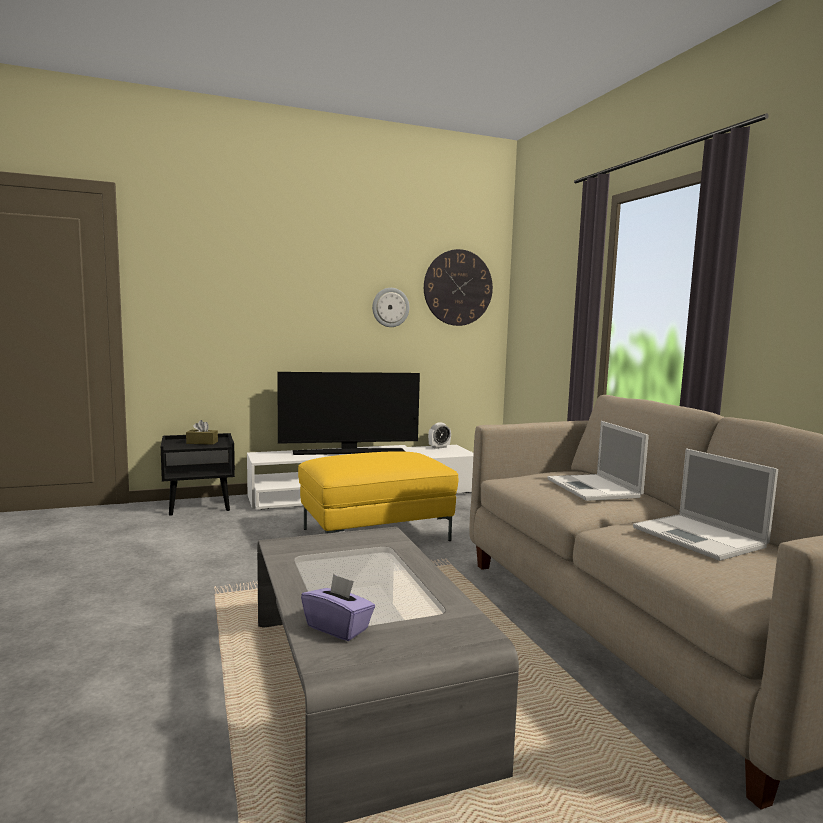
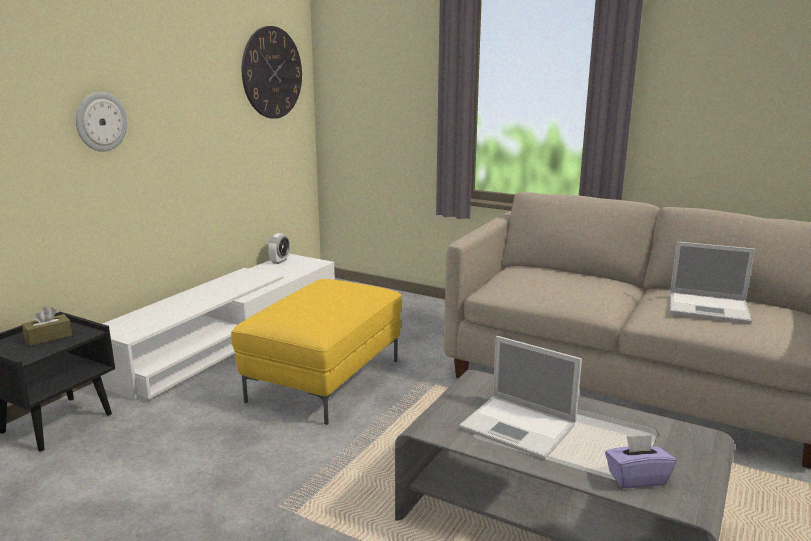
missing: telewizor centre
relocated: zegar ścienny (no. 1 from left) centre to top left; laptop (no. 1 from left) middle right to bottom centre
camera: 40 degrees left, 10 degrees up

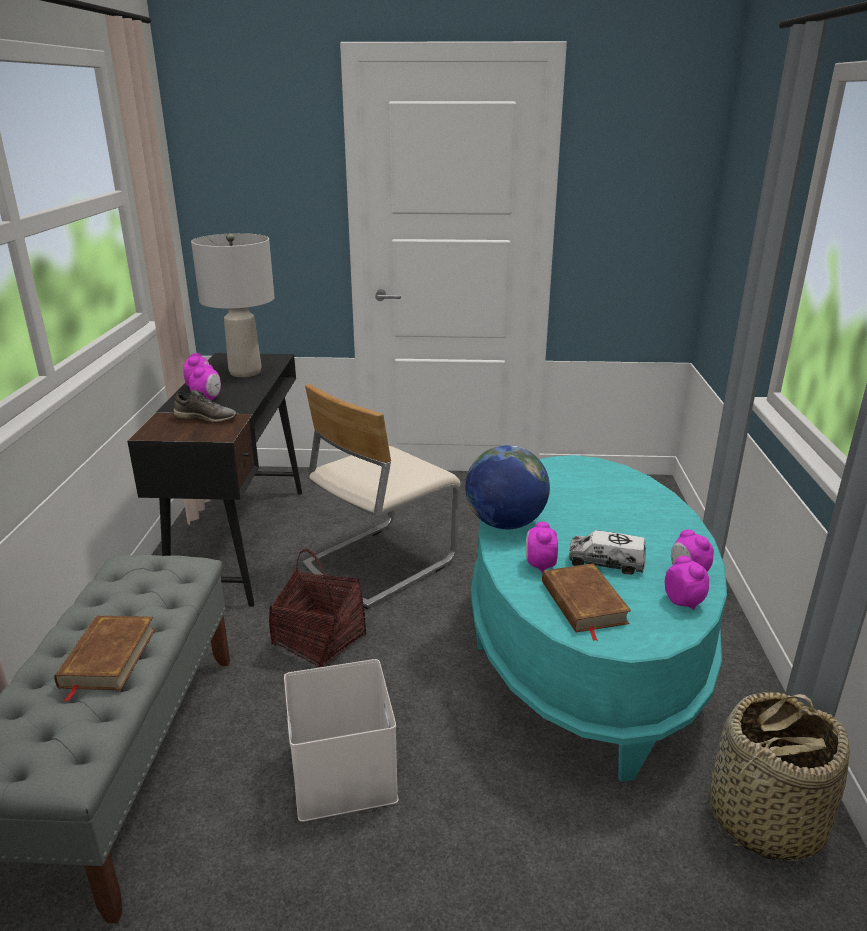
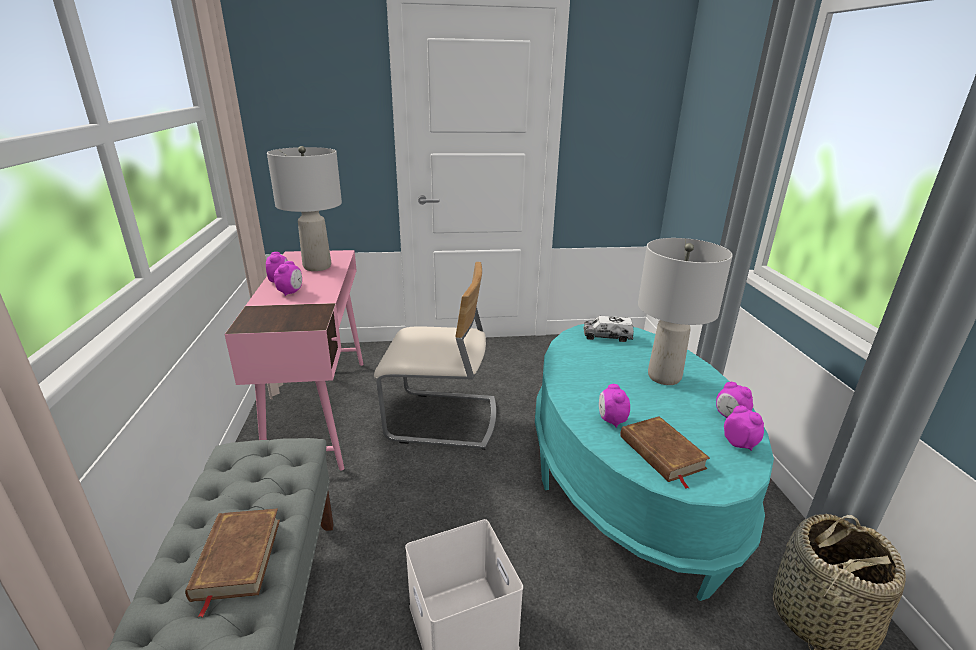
missing: but/szary middle left; globus centre; koszyk (no. 1 from left) centre
appeared: lampa stołowa/szary (no. 2 from left) middle right
relocated: ciężarówka zabawkowa middle right to centre
colour: biurko/czarny middle left to biurko/różowy middle left
spun: krzesło/beżowy centre = centre 120 degrees counterclockwise
camera: 10 degrees left, 0 degrees up

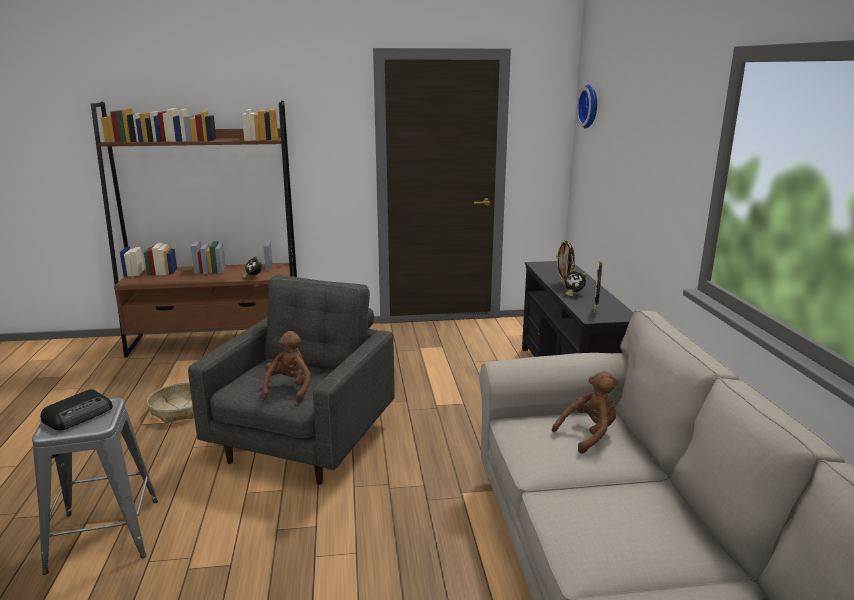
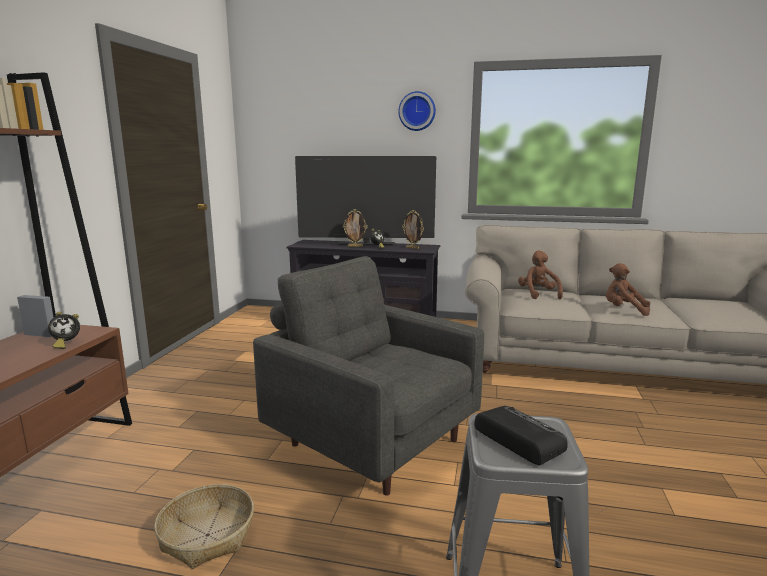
appeared: telewizor centre
relocated: zegar ścienny top right to top centre; pluszak/brązowy (no. 1 from left in the first image) centre to pluszak/brązowy (no. 2 from left) middle right
camera: 70 degrees left, 5 degrees down

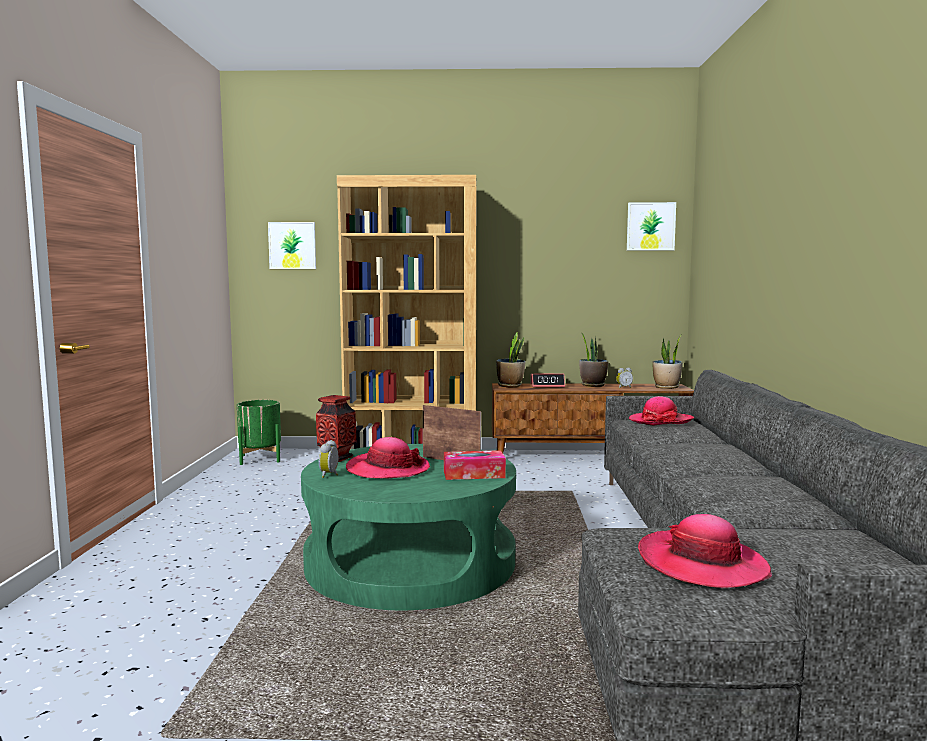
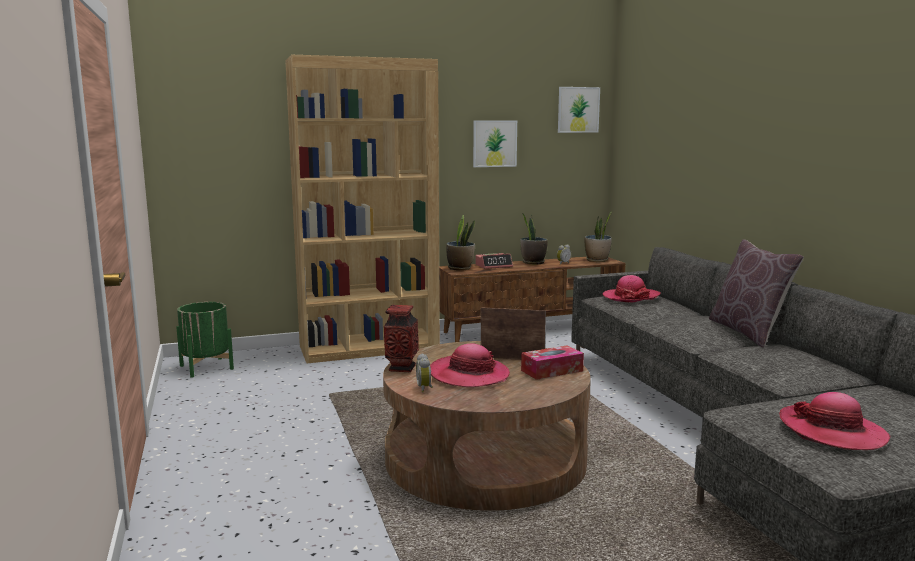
appeared: poduszka/brązowy middle right
relocated: obraz (no. 1 from left) top left to top centre
colour: ława/zielony bottom centre to ława/brązowy bottom centre
camera: 20 degrees left, 5 degrees up

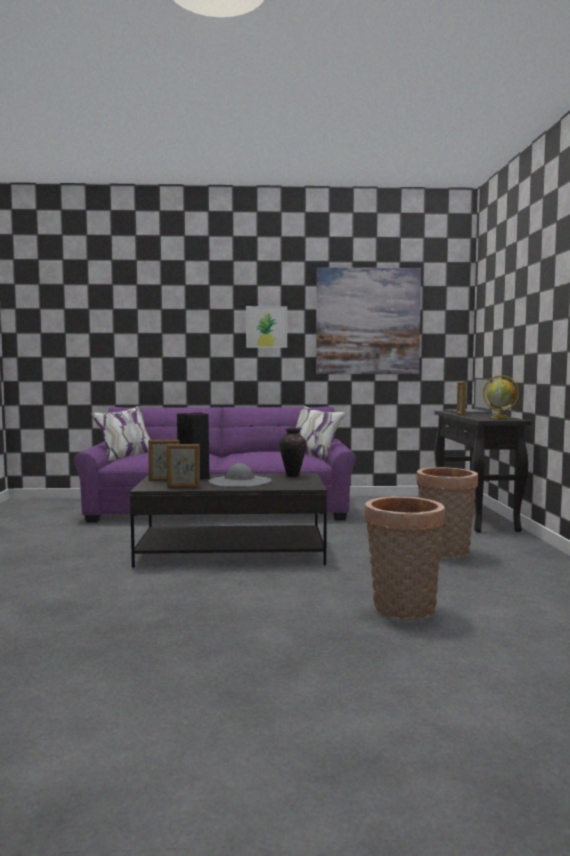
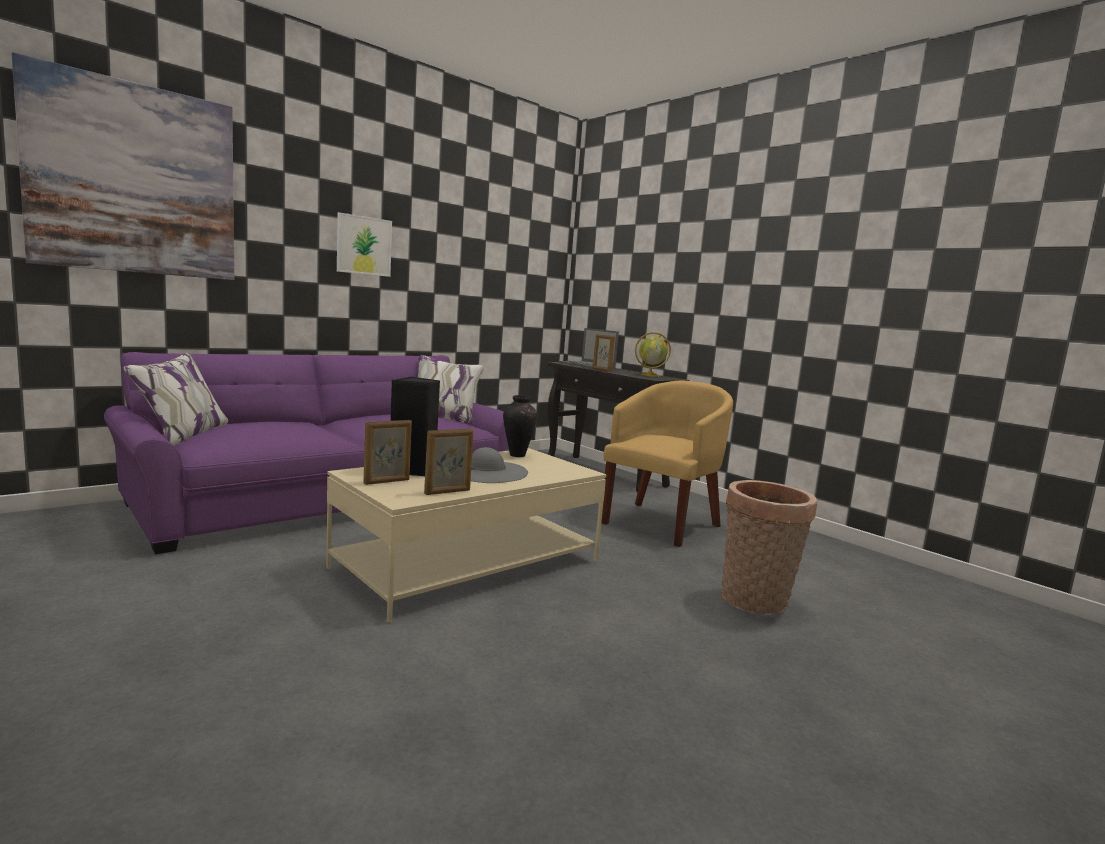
relocated: obraz (no. 2 from left in the first image) centre to obraz (no. 1 from left) top left
exchanged: koszyk (no. 2 from left) middle right to fotel/żółty centre
colour: ława/czarny centre to ława/beżowy centre
camera: 40 degrees left, 5 degrees up

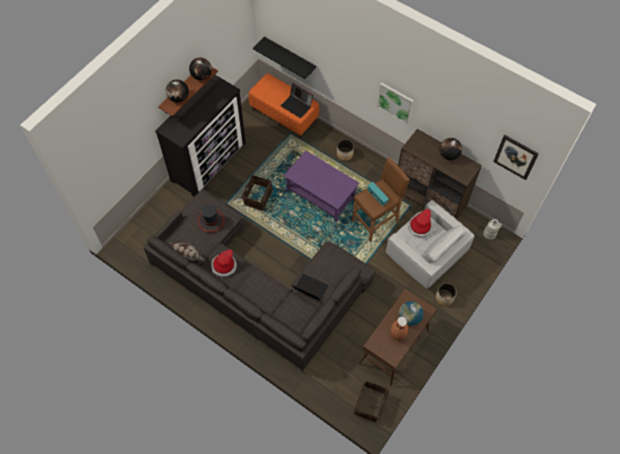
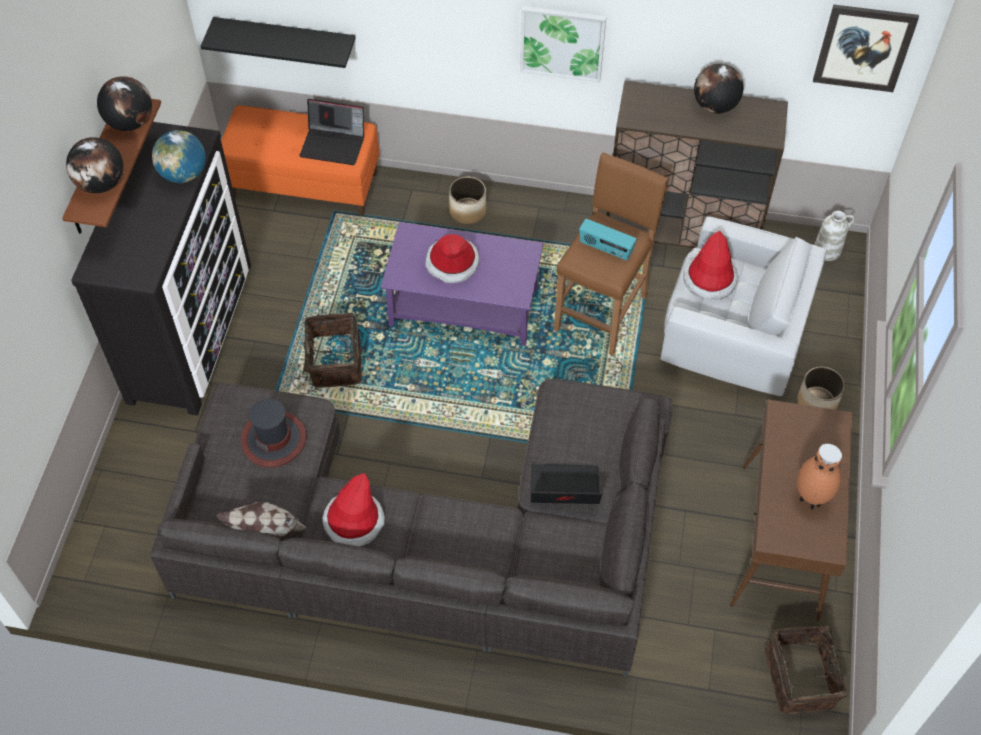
appeared: kapelusz (no. 3 from left) centre
relocated: globus (no. 3 from left) bottom centre to top left
camera: 25 degrees left, 5 degrees down

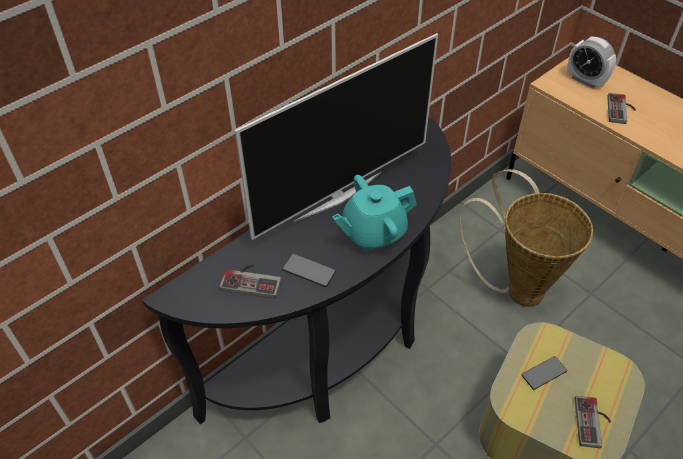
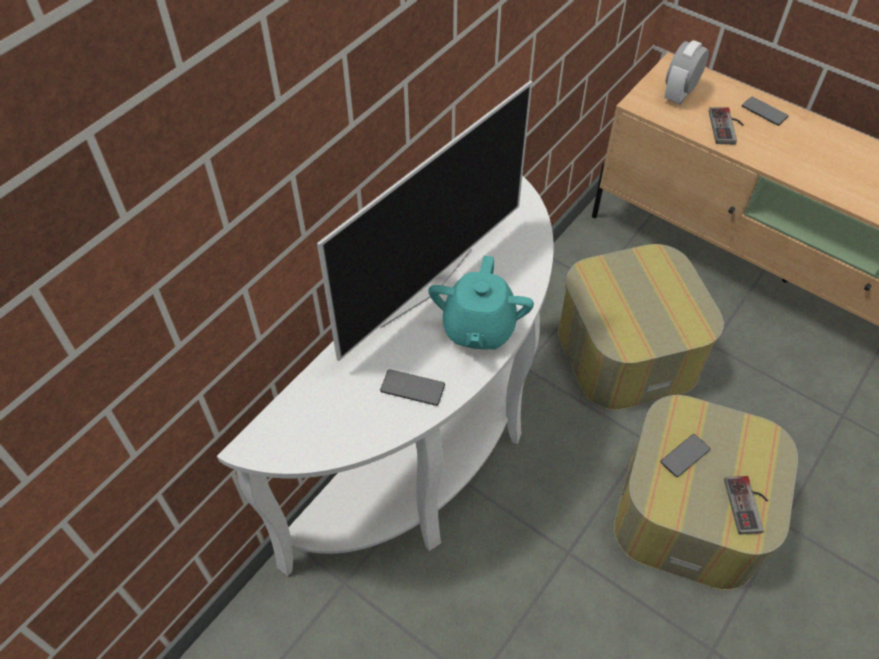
missing: pad do gier (no. 1 from left) centre
appeared: telefon (no. 3 from left) top right
exchanged: koszyk middle right to pufa (no. 1 from left) middle right
colour: stolik konsolowy/czarny centre to stolik konsolowy/biały centre
spun: budzik top right = top right 90 degrees clockwise; imbryk/turkusowy centre = centre 45 degrees counterclockwise
camera: 10 degrees left, 5 degrees up

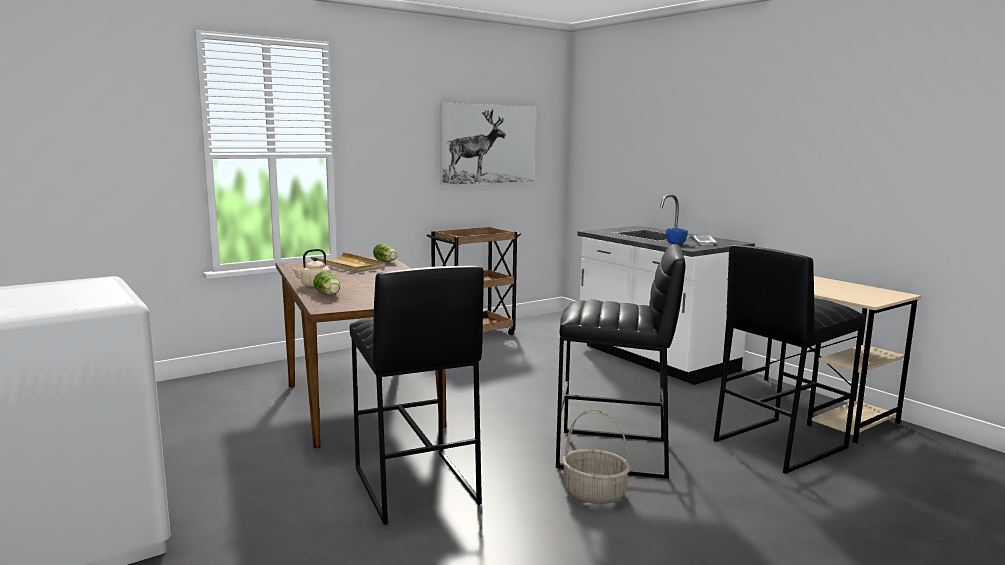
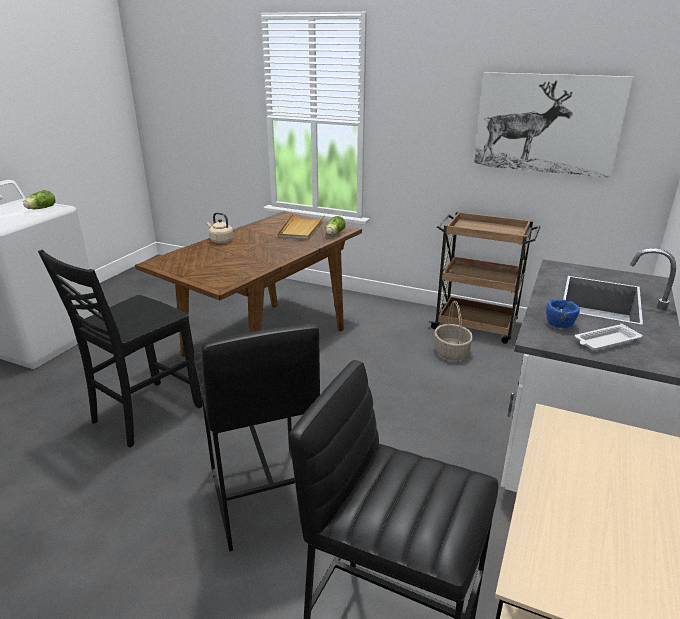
relocated: sałata (no. 1 from left) middle left to top left; koszyk bottom centre to centre
exchanged: stołek/czarny (no. 1 from left) bottom centre to krzesło/czarny middle left
camera: 60 degrees right, 15 degrees up

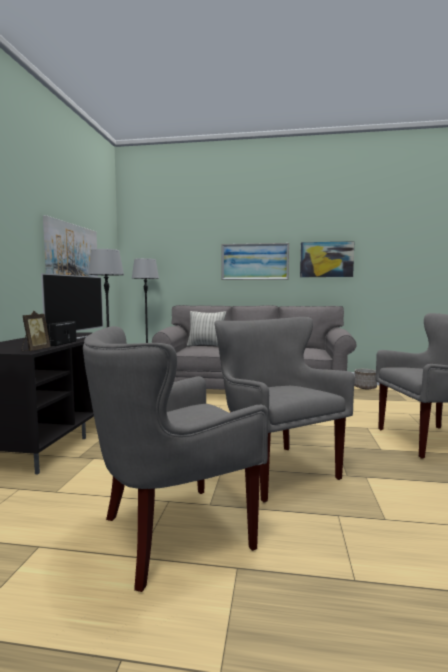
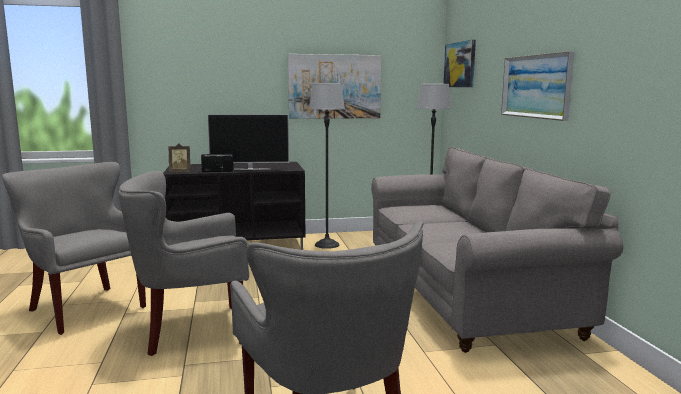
missing: poduszka centre; donica middle right
relocated: obraz (no. 3 from left in the first image) middle right to obraz (no. 2 from left) top right
spun: fotel/szary (no. 2 from left) centre = bottom left 150 degrees counterclockwise
camera: 70 degrees right, 5 degrees up

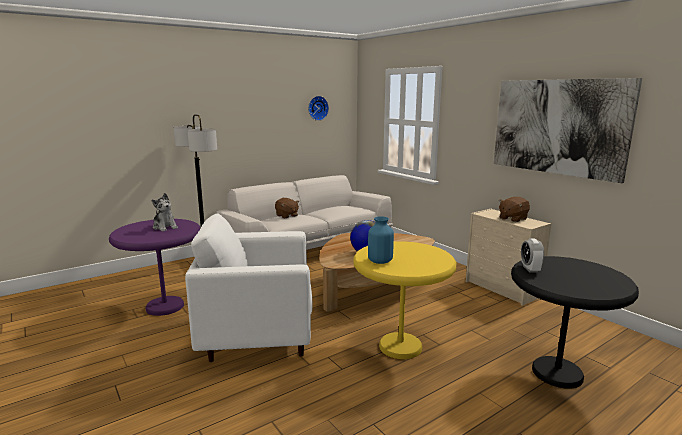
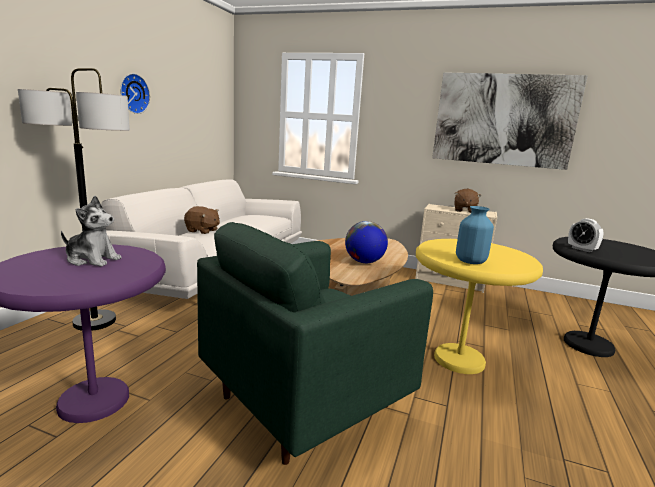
relocated: zegar ścienny top centre to top left
colour: fotel/biały centre to fotel/zielony bottom centre
camera: 35 degrees left, 0 degrees up

